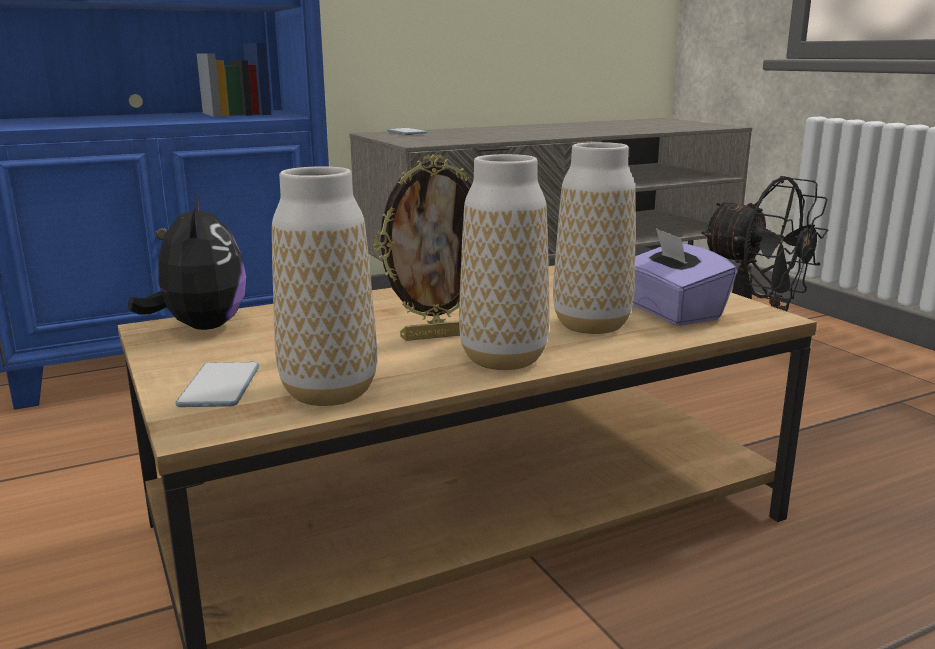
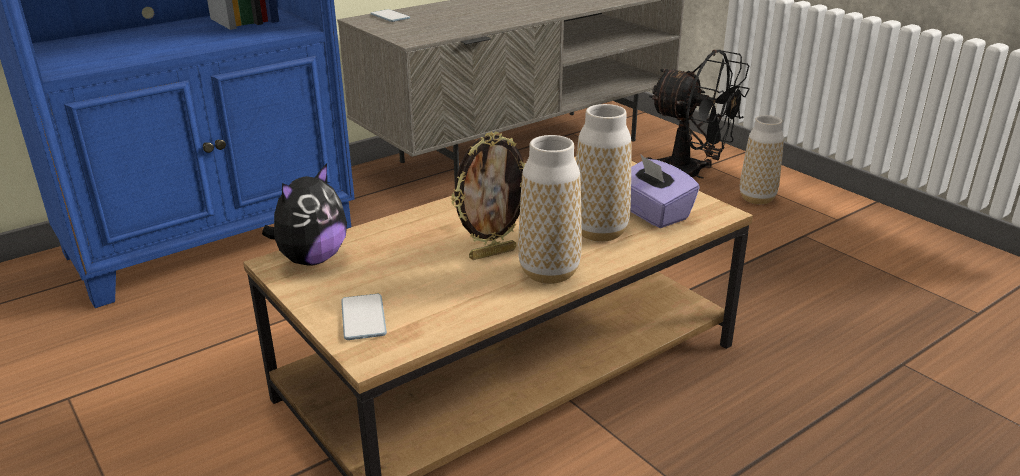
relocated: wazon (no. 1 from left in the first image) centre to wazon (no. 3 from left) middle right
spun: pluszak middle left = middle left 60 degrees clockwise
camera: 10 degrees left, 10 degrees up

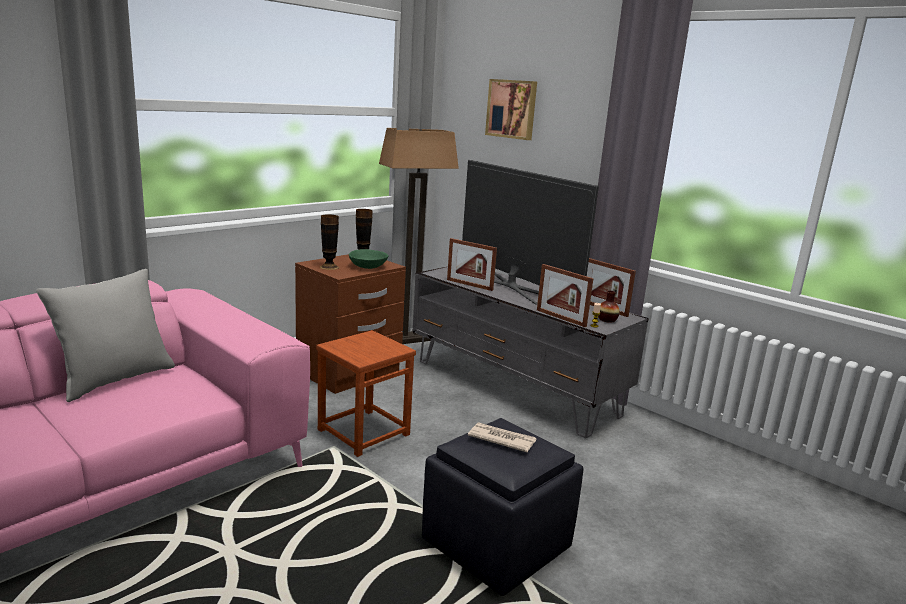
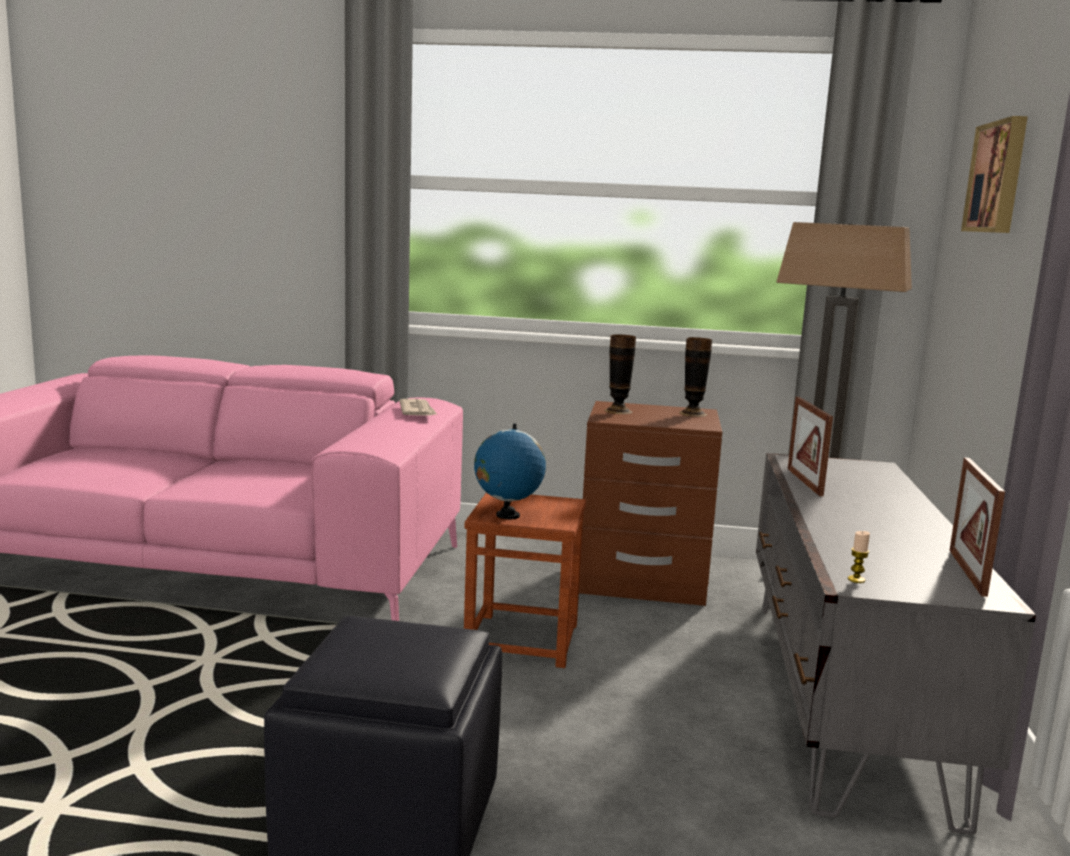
missing: telewizor centre; miska/zielony centre; ramka na zdjęcie (no. 2 from left) centre; poduszka/szary middle left; wazon (no. 3 from left) middle right
appeared: globus centre
relocated: gazeta bottom centre to centre
camera: 55 degrees right, 5 degrees down

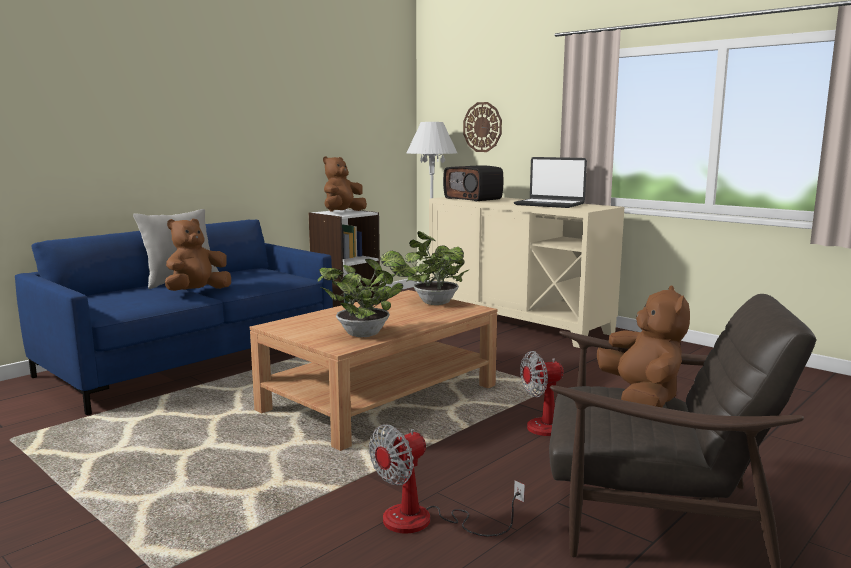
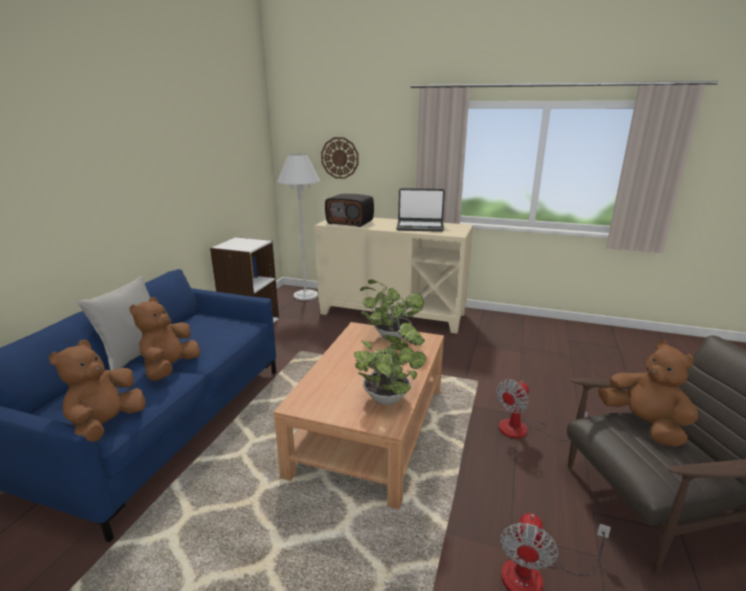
relocated: pluszak/brązowy (no. 2 from left in the first image) top centre to pluszak/brązowy (no. 1 from left) middle left
camera: 25 degrees left, 10 degrees up

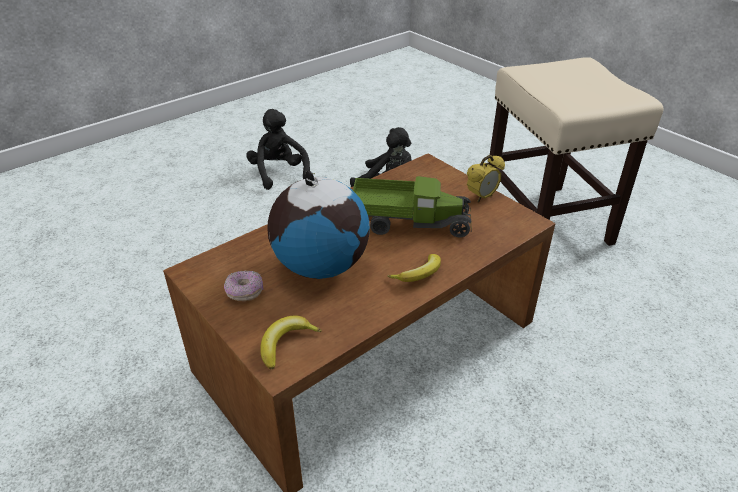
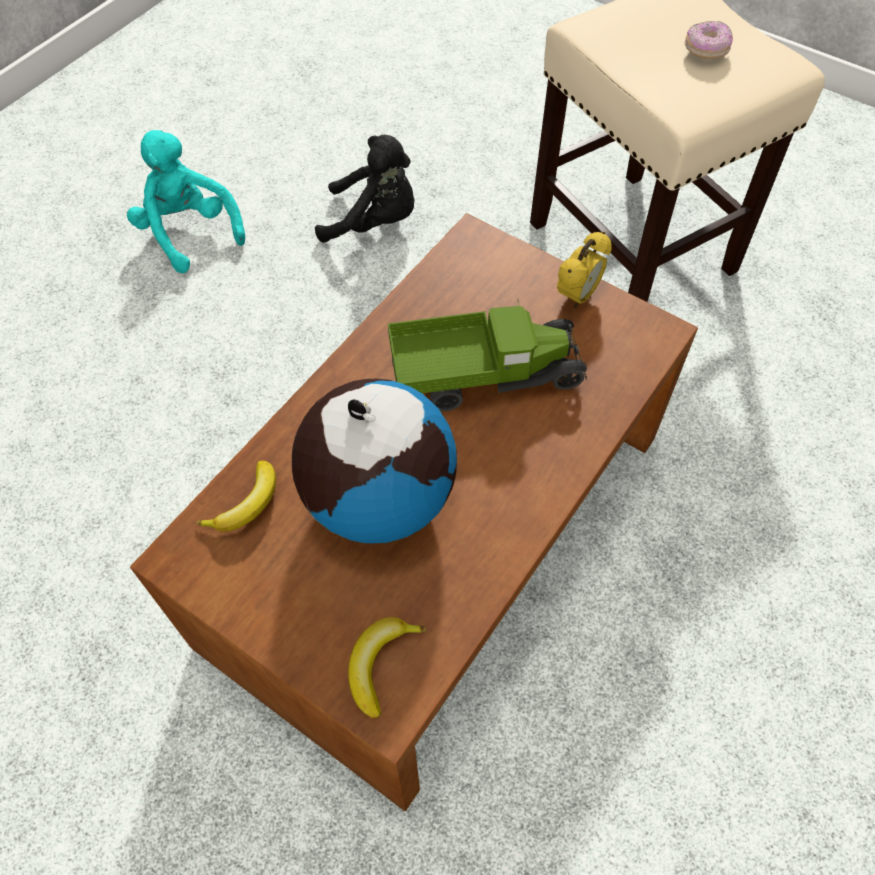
relocated: banan (no. 2 from left in the first image) centre to banan (no. 1 from left) middle left; donut middle left to top right
colour: pluszak/czarny (no. 1 from left) top centre to pluszak/turkusowy top left
camera: 15 degrees left, 20 degrees up

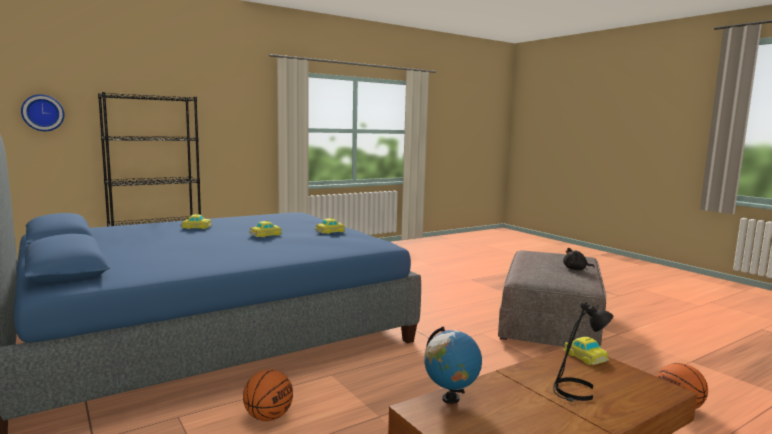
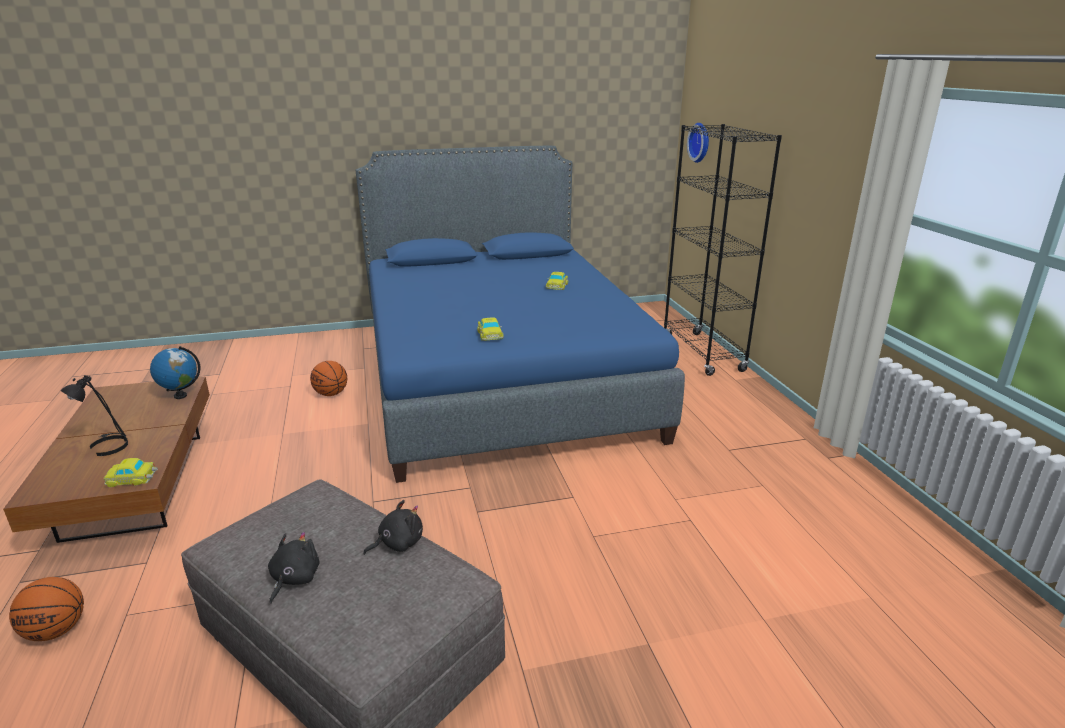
missing: samochodzik (no. 2 from left) centre
appeared: pluszak/czarny (no. 2 from left) bottom centre
camera: 110 degrees right, 15 degrees up

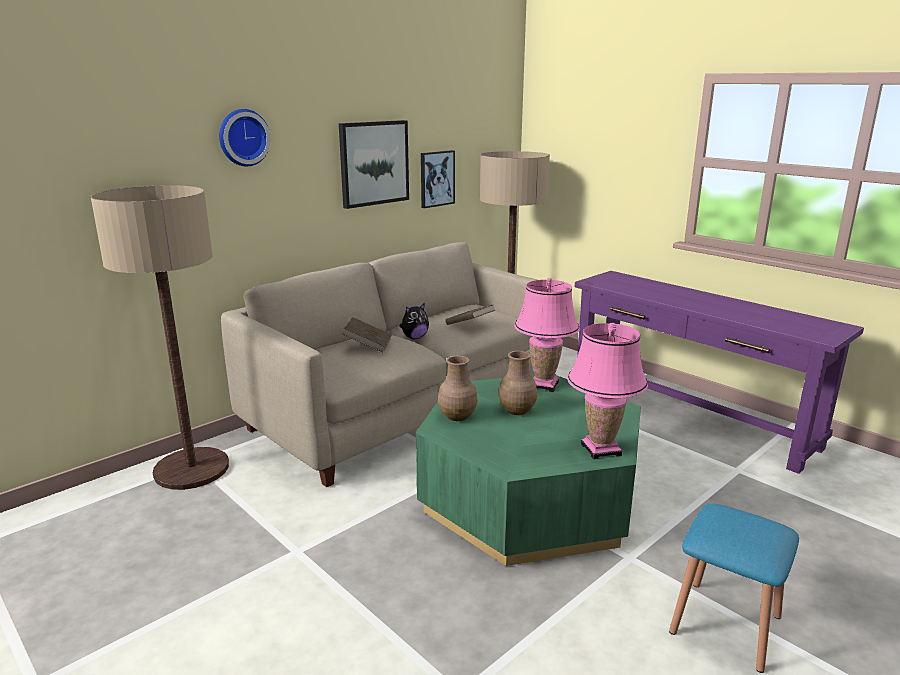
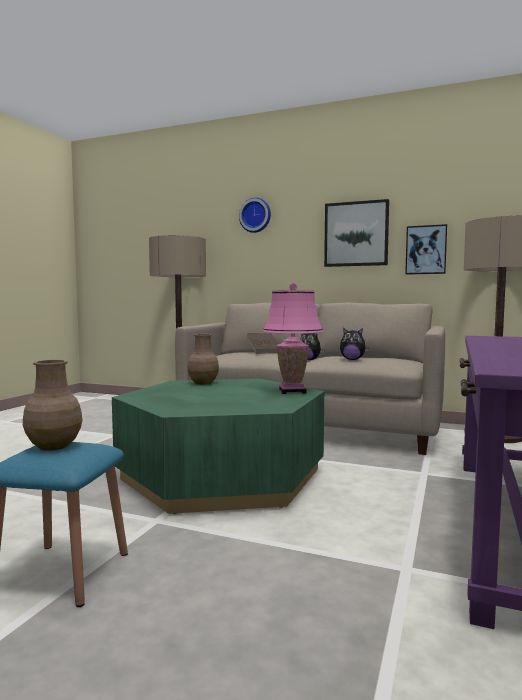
missing: lampa stołowa/różowy (no. 2 from left) middle right
relocated: wazon/brązowy (no. 2 from left in the first image) centre to wazon/brązowy (no. 1 from left) middle left
exchanged: książka/brązowy (no. 2 from left) centre to pluszak (no. 2 from left) middle right
camera: 65 degrees right, 15 degrees down

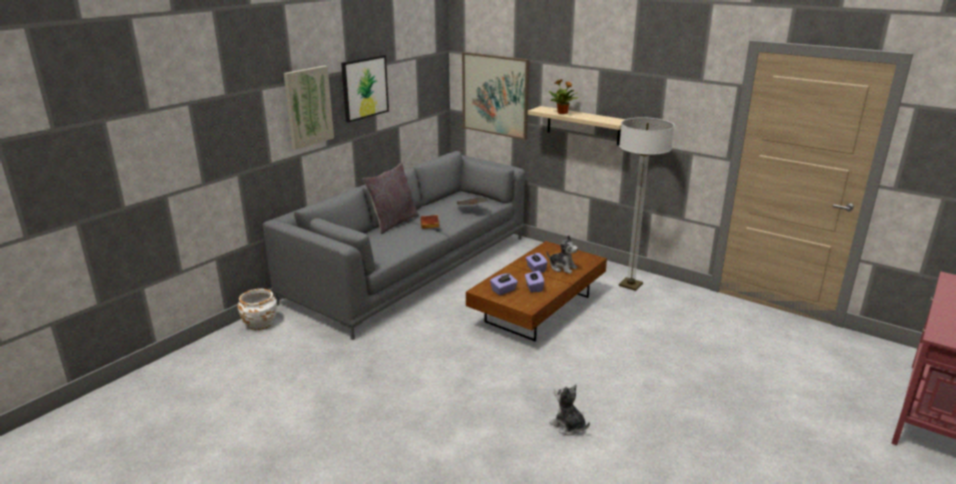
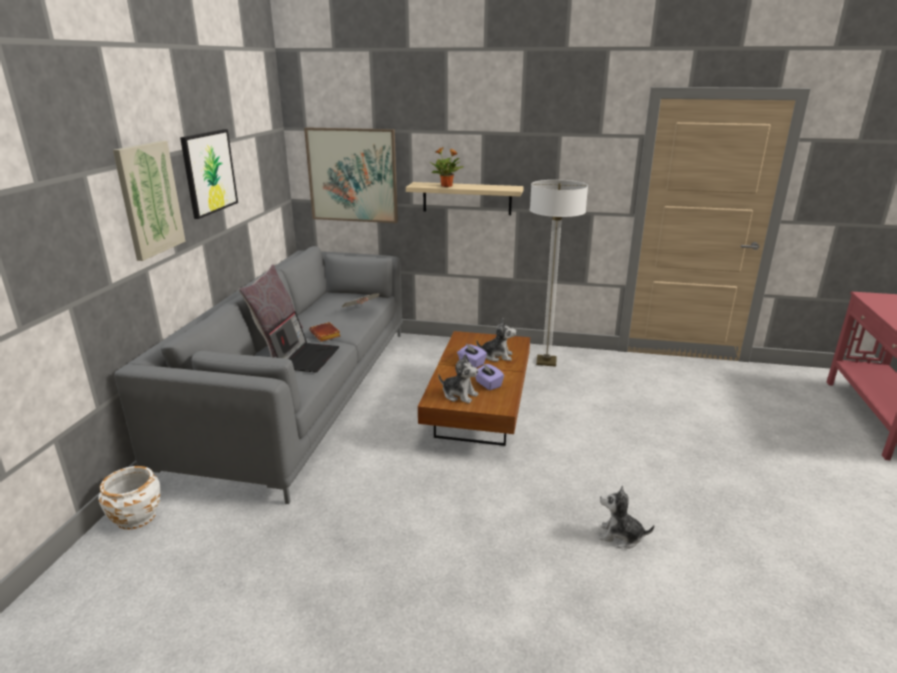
appeared: laptop centre
exchanged: pudełko chusteczek/fioletowy (no. 1 from left) centre to pluszak (no. 1 from left) centre
camera: 25 degrees left, 0 degrees up

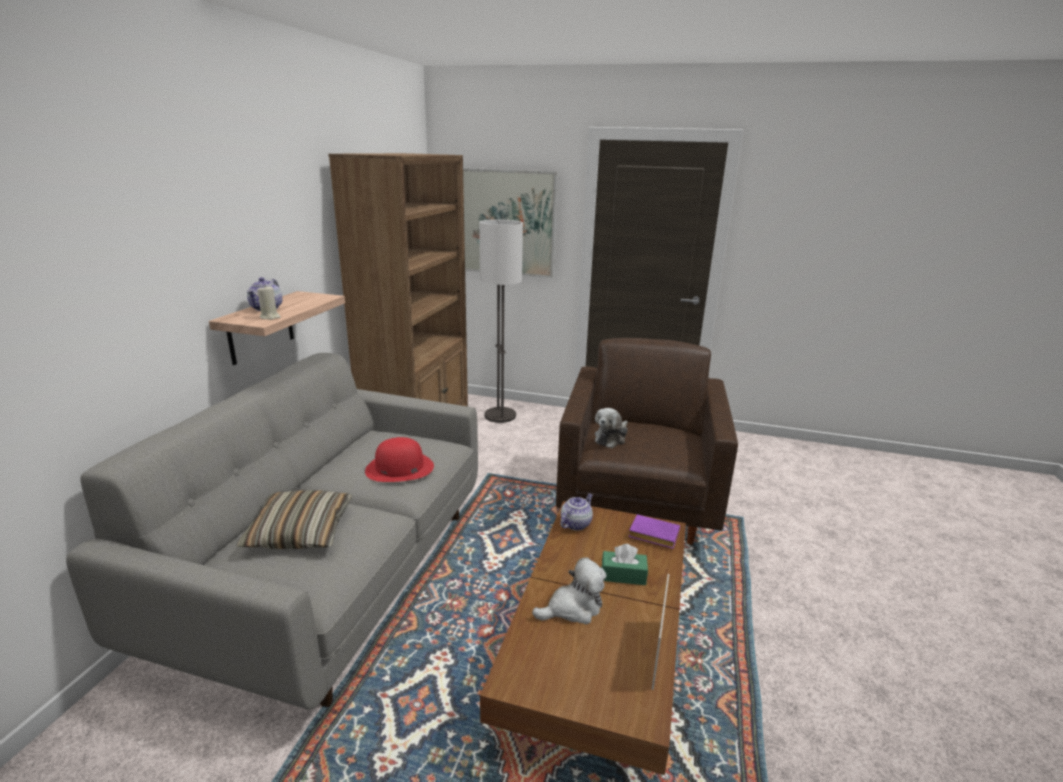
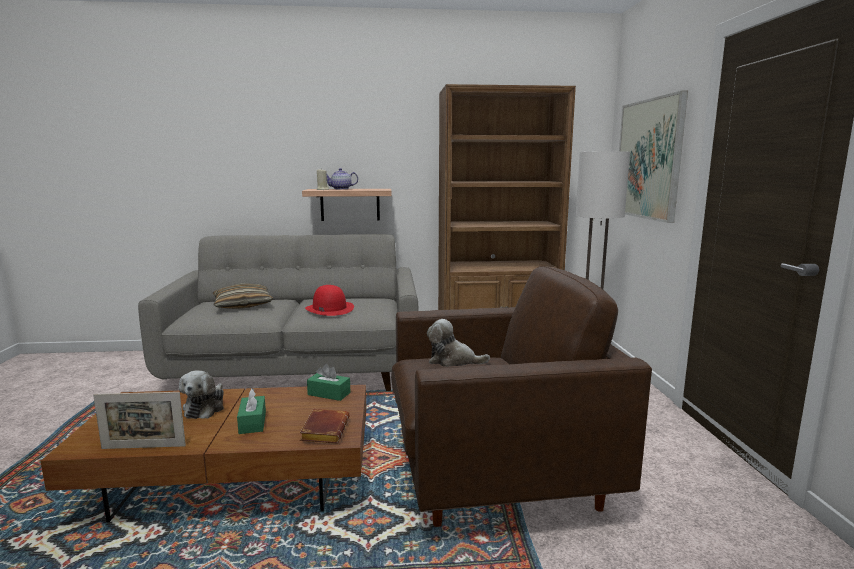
exchanged: imbryk (no. 2 from left) centre to pudełko chusteczek/zielony (no. 2 from left) bottom centre
colour: książka/fioletowy bottom centre to książka/brązowy bottom centre
spun: pluszak (no. 1 from left) bottom centre = bottom left 45 degrees clockwise
camera: 70 degrees right, 10 degrees down

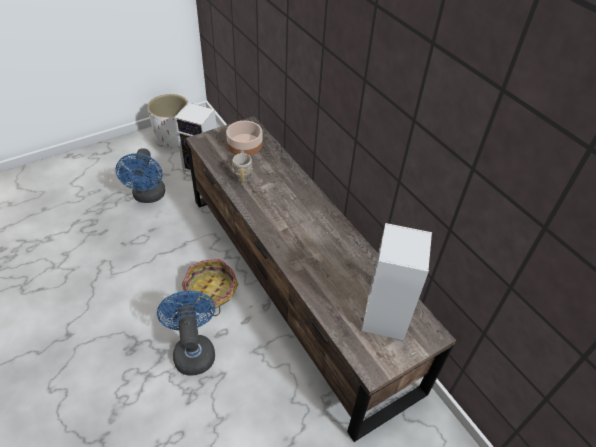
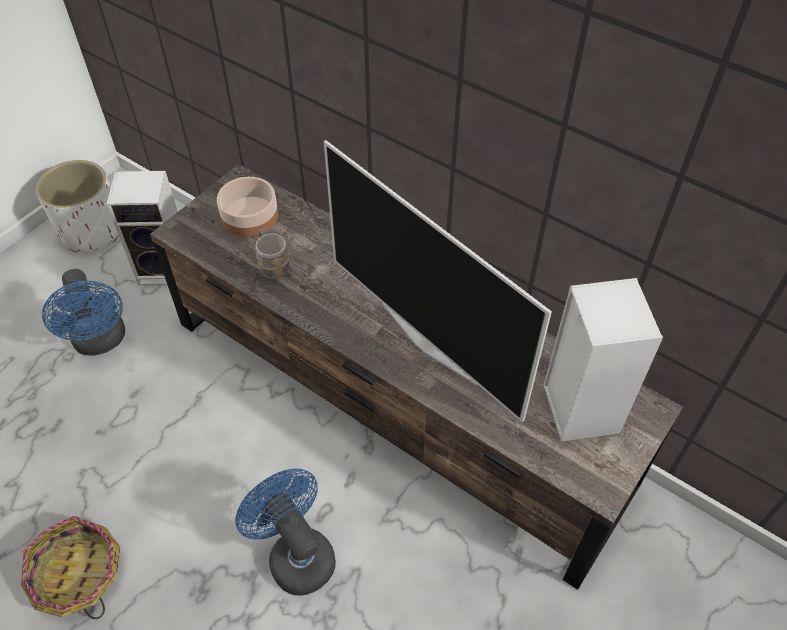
appeared: telewizor centre
relocated: koszyk centre to bottom left
camera: 20 degrees left, 5 degrees up

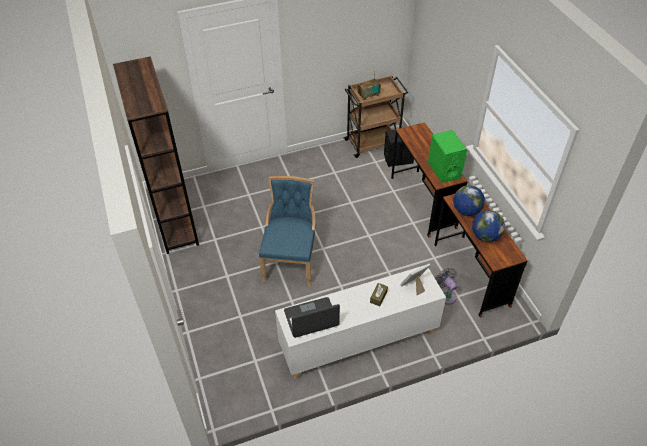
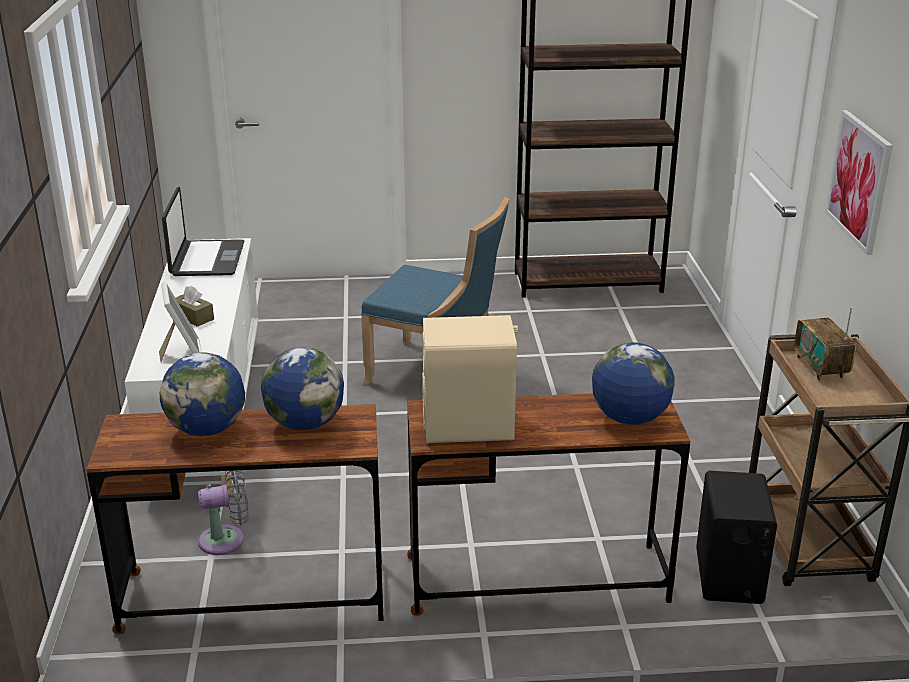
appeared: obraz top right; globus (no. 3 from left) middle right
colour: głośnik/zielony middle right to głośnik/beżowy centre
camera: 105 degrees right, 20 degrees down

